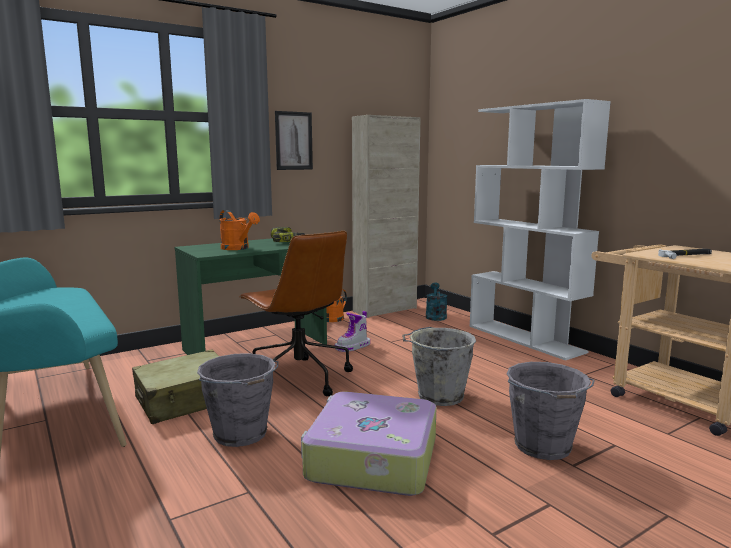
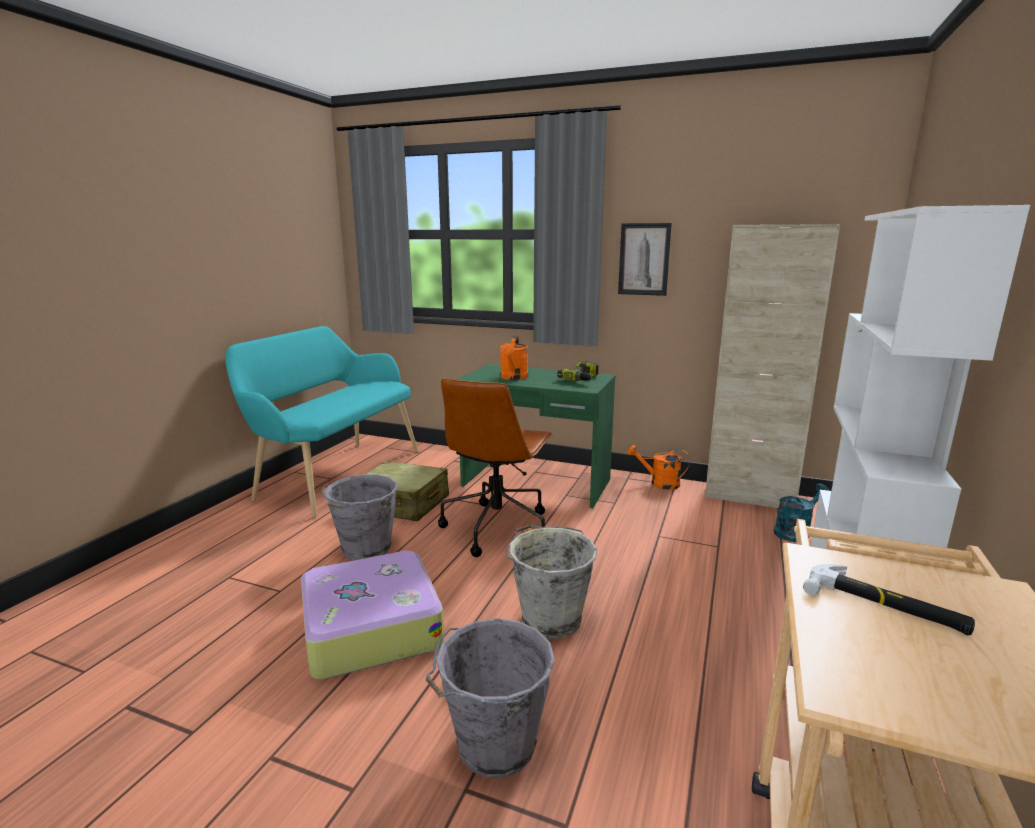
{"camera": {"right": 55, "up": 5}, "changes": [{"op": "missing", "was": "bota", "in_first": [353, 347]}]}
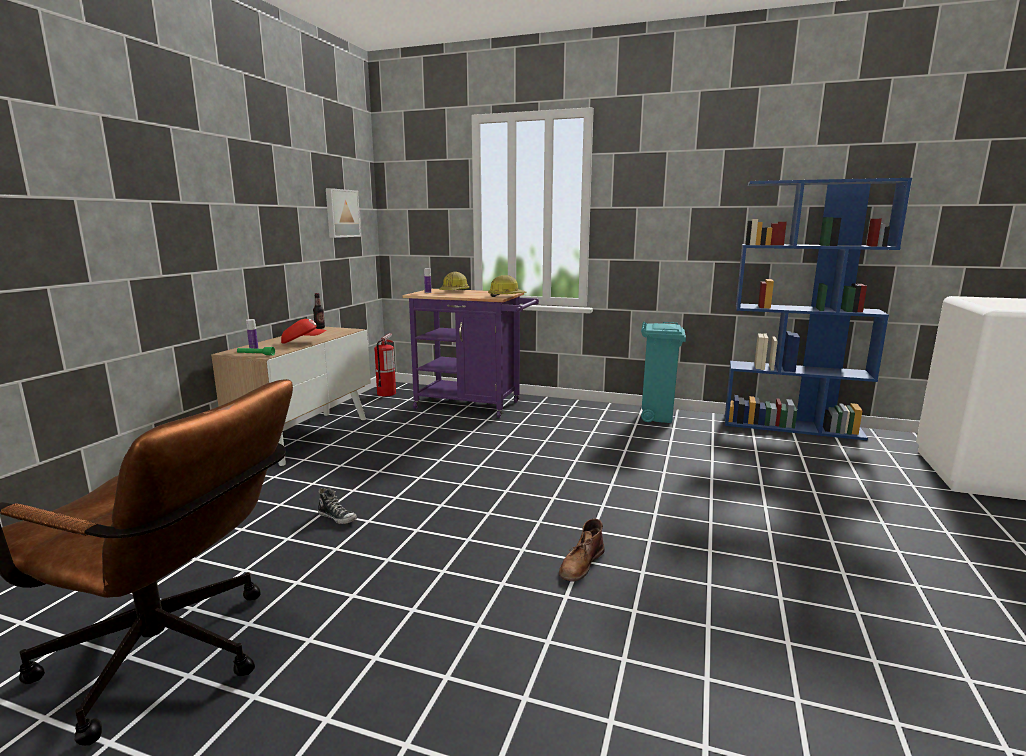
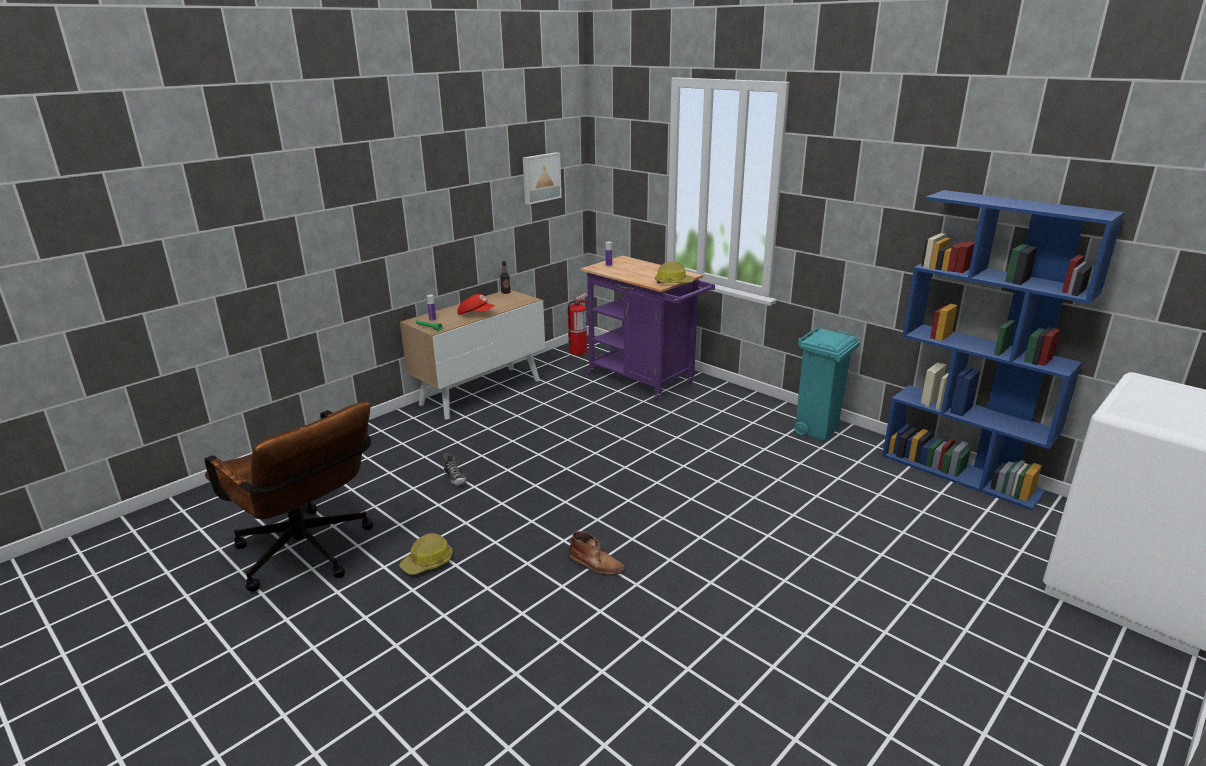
{"camera": {"right": 25, "up": 10}, "changes": [{"op": "relocated", "was": "casco", "in_first": [454, 291], "in_second": [428, 562]}, {"op": "spun", "was": "bota [marrón]", "in_first": [581, 564], "in_second": [596, 564], "clockwise": -120}]}
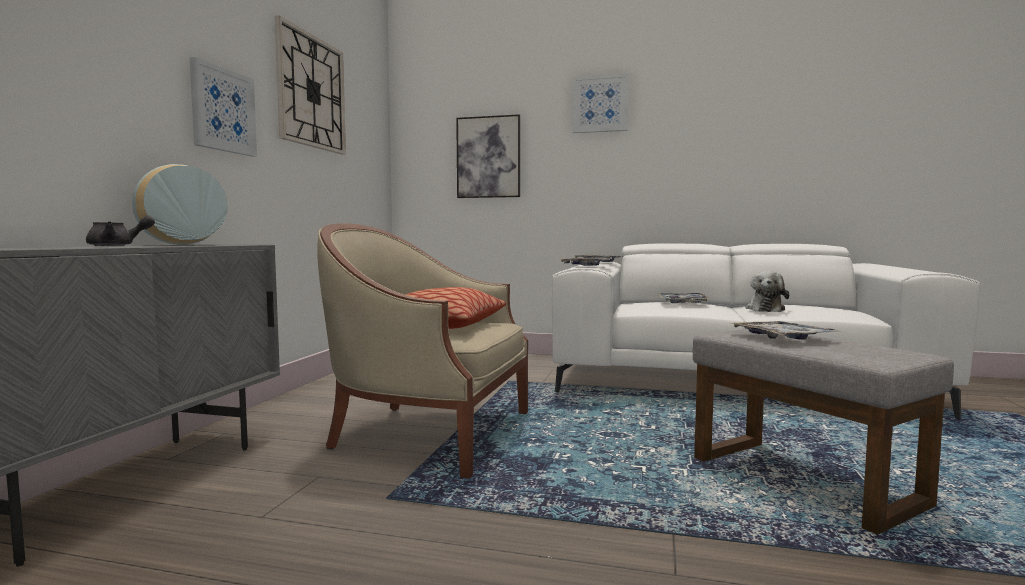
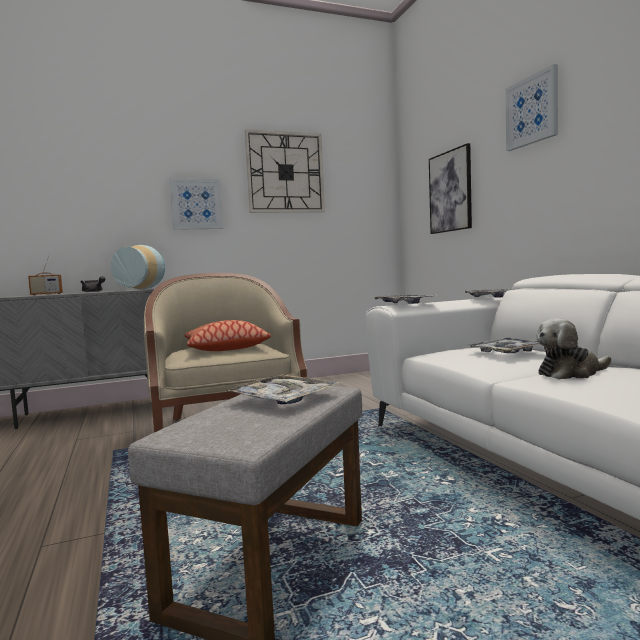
{"camera": {"right": 55, "up": 0}, "changes": [{"op": "appeared", "now": "radio", "in_second": [46, 294]}]}
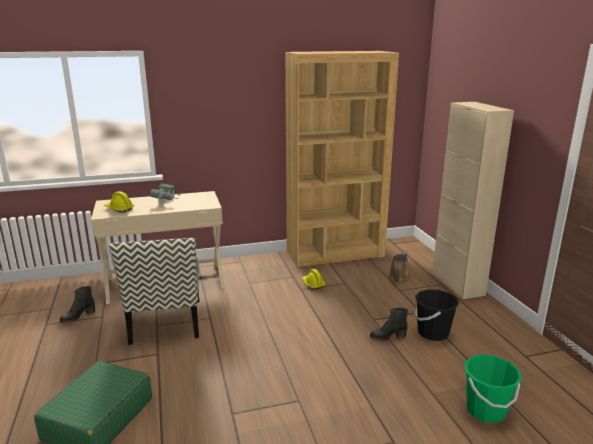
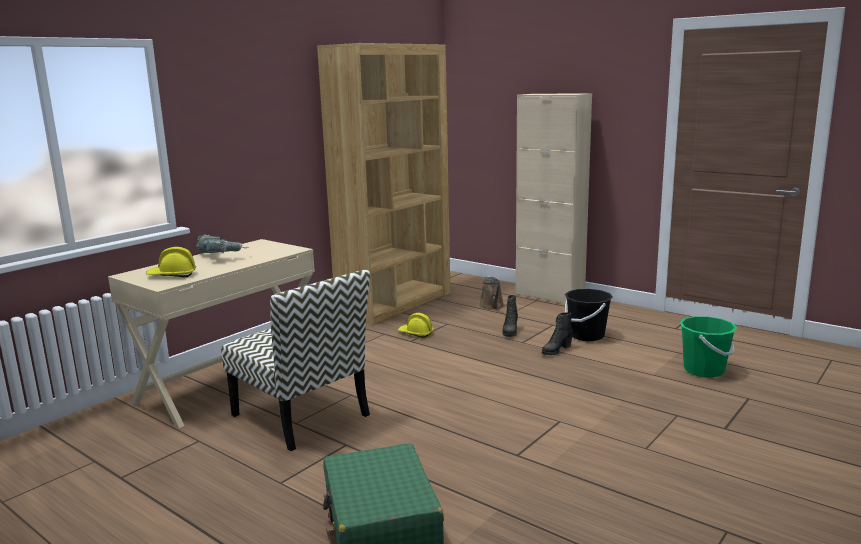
{"camera": {"right": -35, "up": -5}, "changes": [{"op": "relocated", "was": "bota [negro]", "in_first": [78, 317], "in_second": [510, 332]}]}
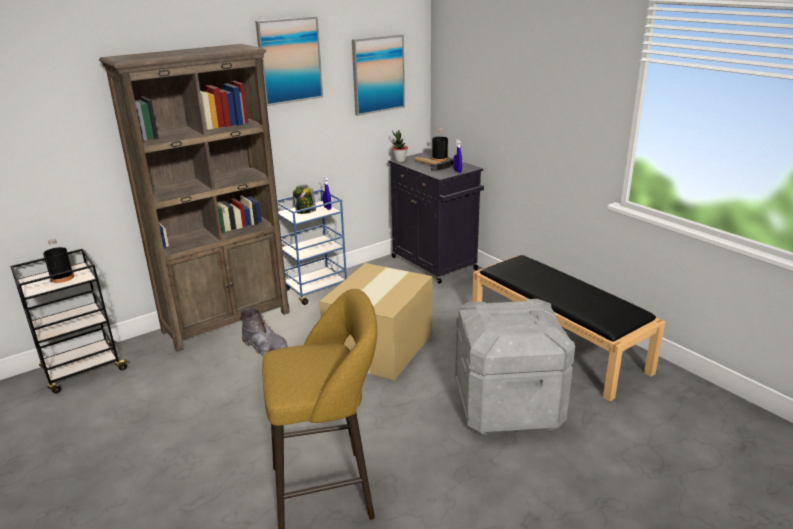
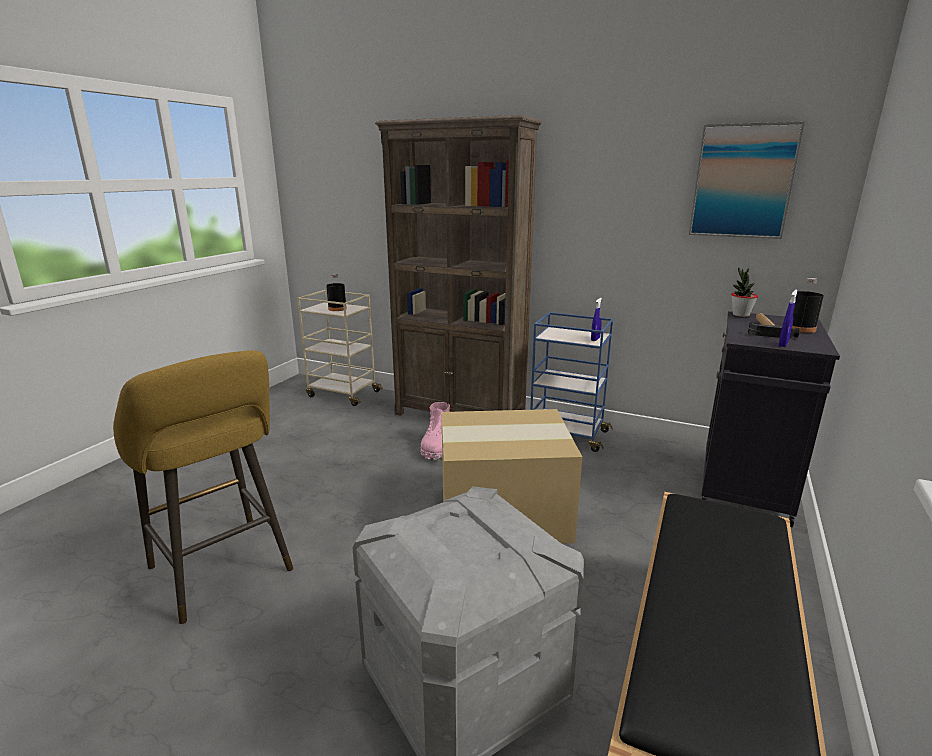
{"camera": {"right": 60, "up": -5}, "changes": [{"op": "colour", "was": "carrito [negro]", "now": "carrito [beis]", "in_first": [83, 370], "in_second": [342, 394]}, {"op": "colour", "was": "bota [gris]", "now": "bota [rosa]", "in_first": [265, 347], "in_second": [437, 448]}, {"op": "missing", "was": "cuadro", "in_first": [289, 60]}, {"op": "missing", "was": "tarro", "in_first": [305, 211]}]}
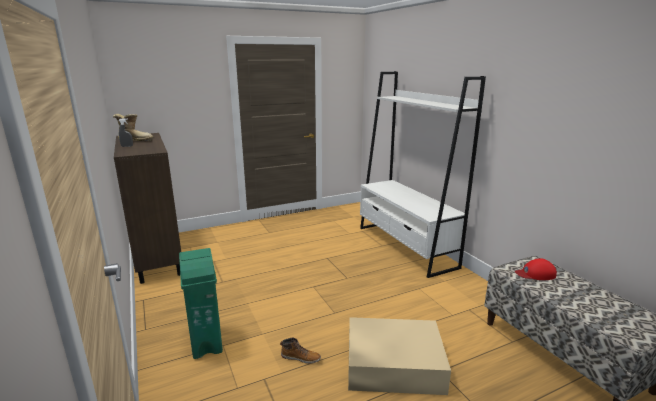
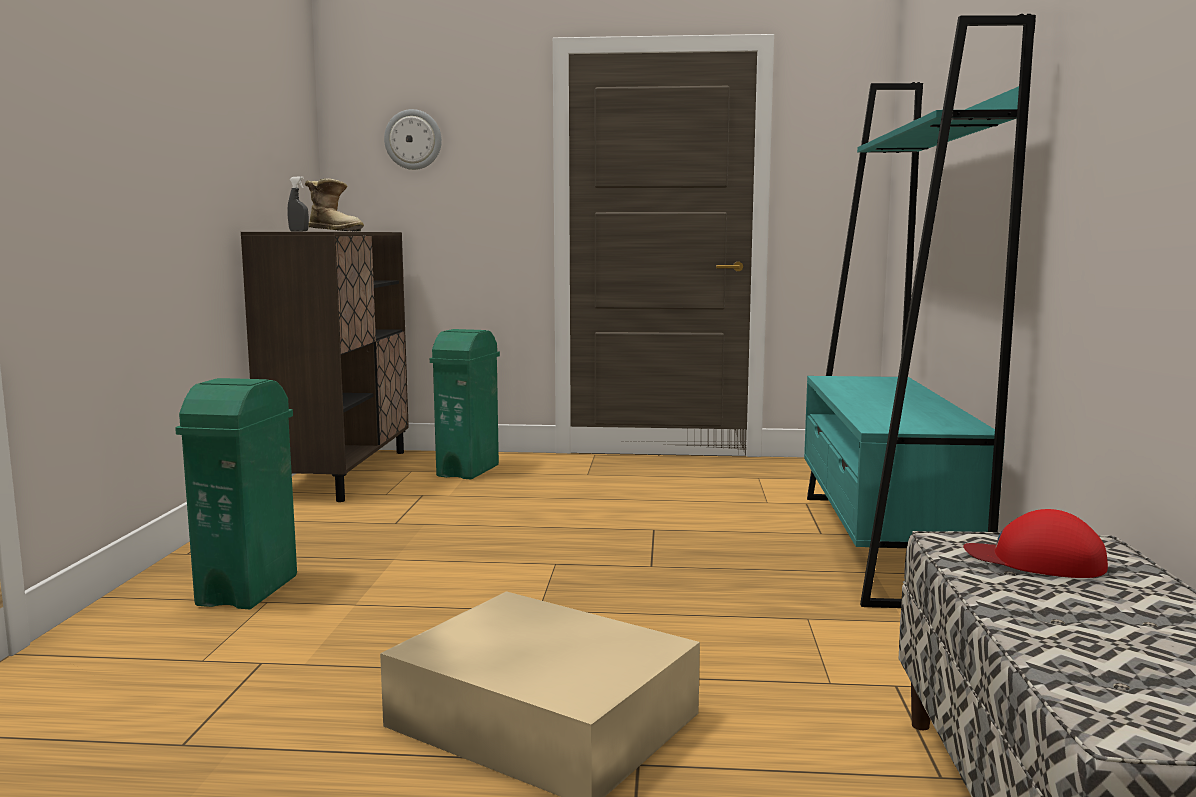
{"camera": {"right": 30, "up": -10}, "changes": [{"op": "appeared", "now": "reloj de pared", "in_second": [413, 139]}, {"op": "appeared", "now": "papelera [verde]", "in_second": [469, 471]}, {"op": "colour", "was": "estantería [blanco]", "now": "estantería [turquesa]", "in_first": [405, 246], "in_second": [883, 545]}, {"op": "missing", "was": "bota", "in_first": [300, 357]}]}
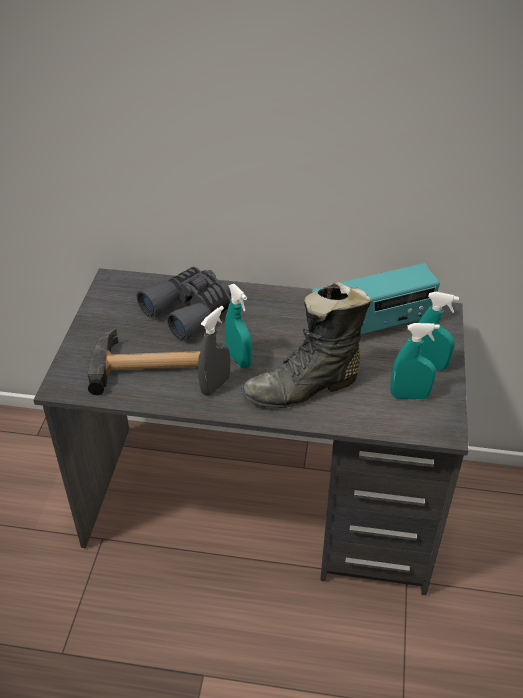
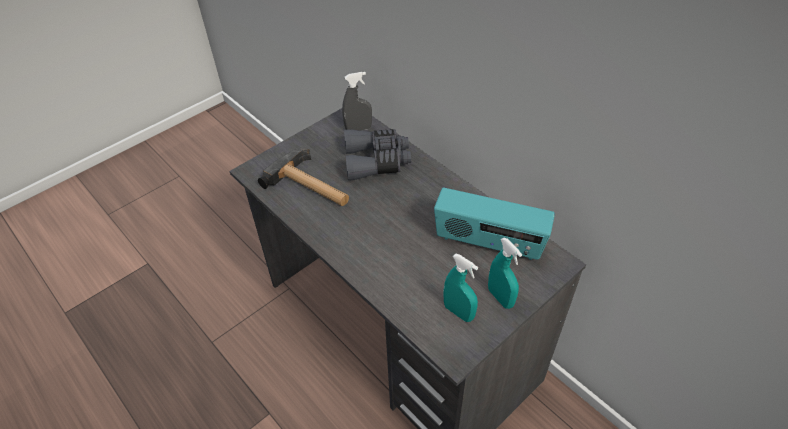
{"camera": {"right": 40, "up": 5}, "changes": [{"op": "relocated", "was": "pulverizador [gris]", "in_first": [215, 386], "in_second": [358, 129]}, {"op": "missing", "was": "pulverizador [turquesa]", "in_first": [239, 359]}, {"op": "missing", "was": "bota [negro]", "in_first": [304, 388]}]}
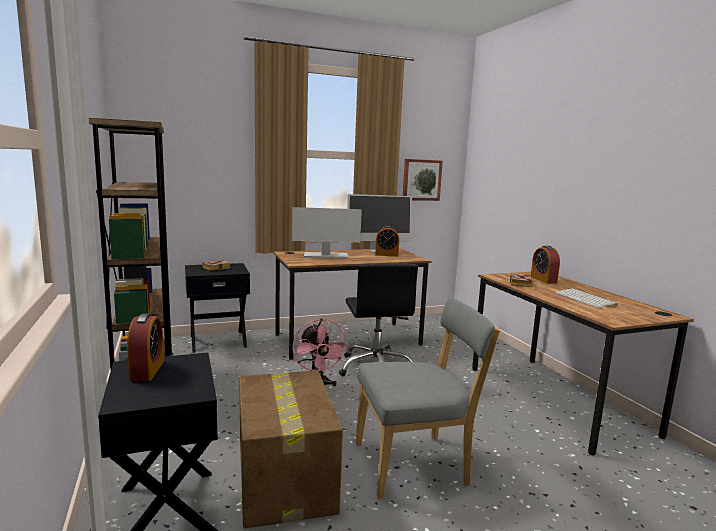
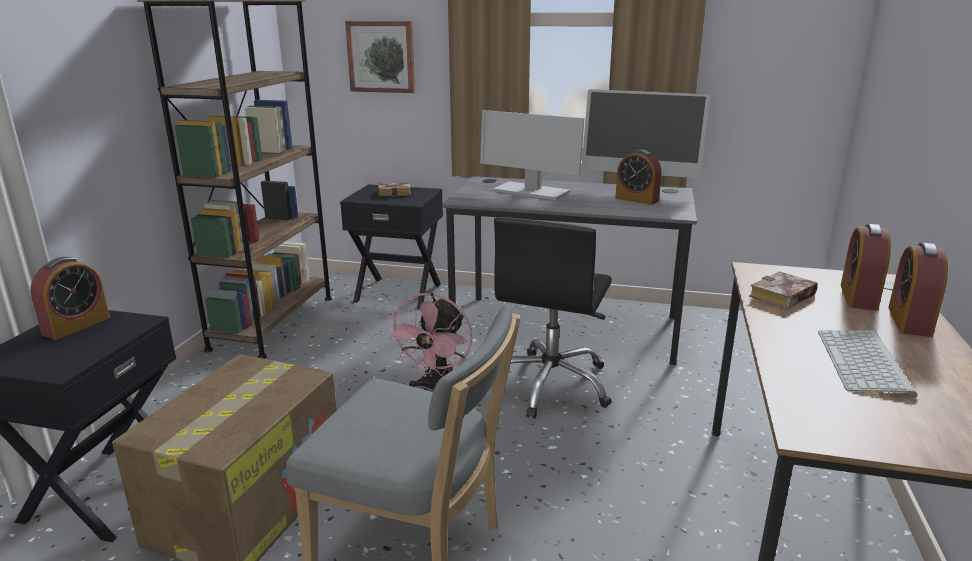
{"camera": {"right": 35, "up": 10}, "changes": [{"op": "relocated", "was": "cuadro", "in_first": [421, 180], "in_second": [381, 56]}, {"op": "colour", "was": "escritorio [marrón]", "now": "escritorio [gris]", "in_first": [348, 340], "in_second": [566, 328]}, {"op": "appeared", "now": "despertador", "in_second": [909, 321]}]}
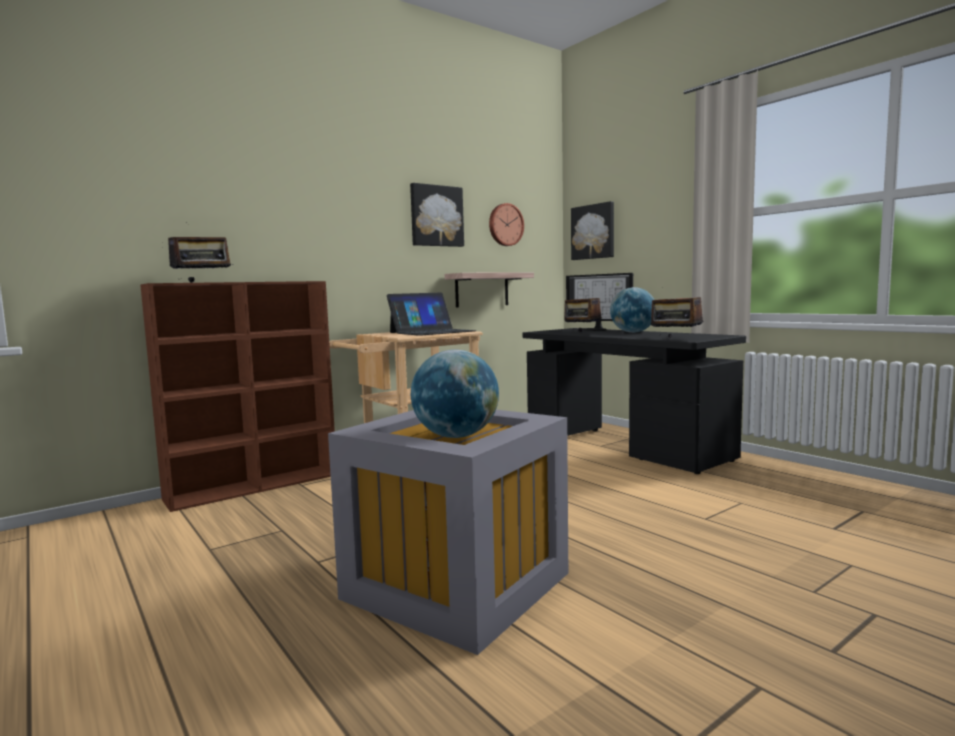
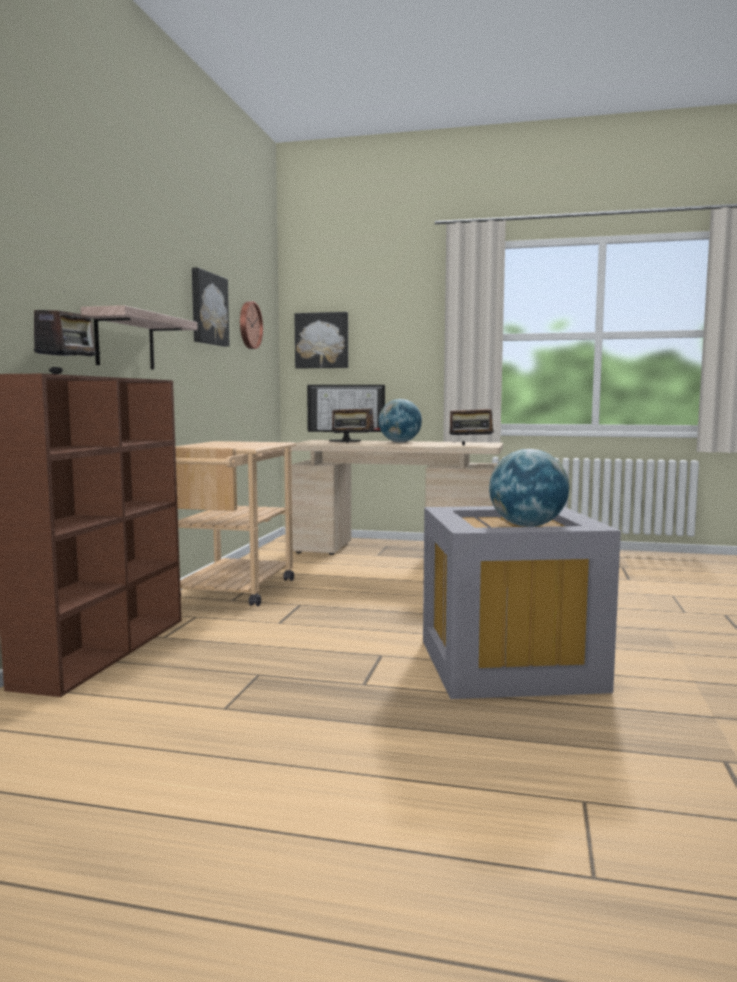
{"camera": {"right": -40, "up": 0}, "changes": [{"op": "relocated", "was": "estante", "in_first": [482, 290], "in_second": [125, 341]}, {"op": "colour", "was": "escritorio [negro]", "now": "escritorio [beis]", "in_first": [623, 446], "in_second": [396, 552]}, {"op": "missing", "was": "portátil", "in_first": [432, 332]}]}
